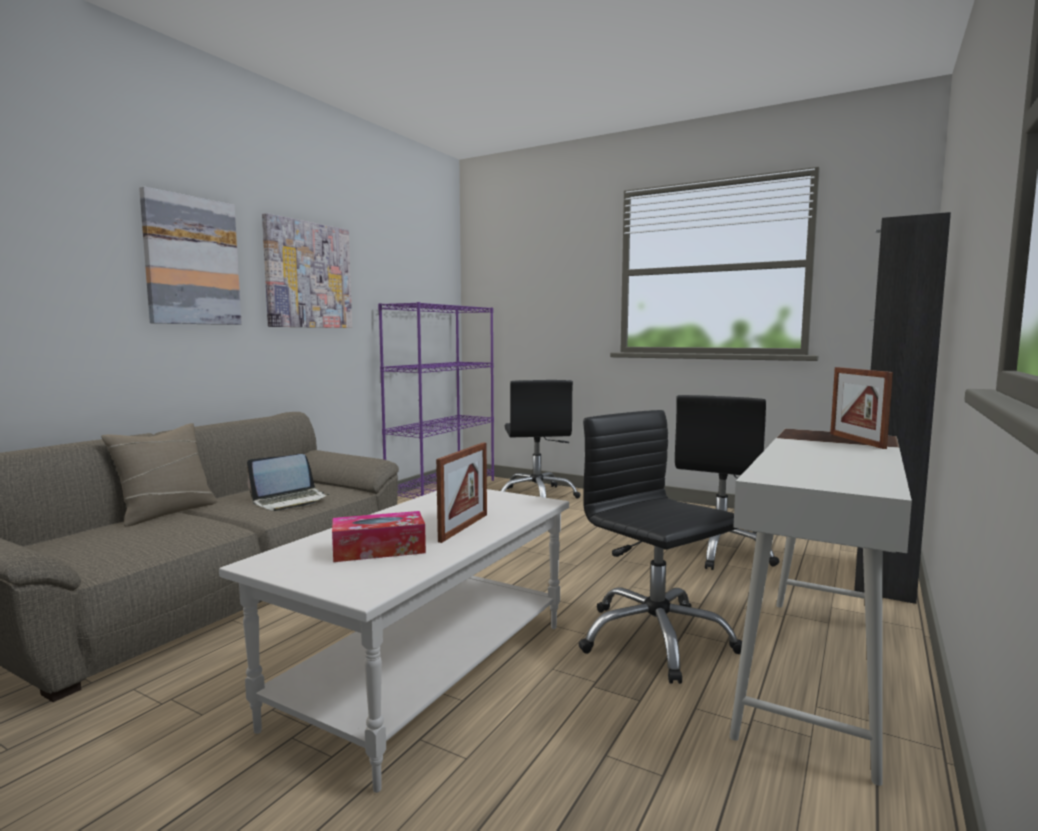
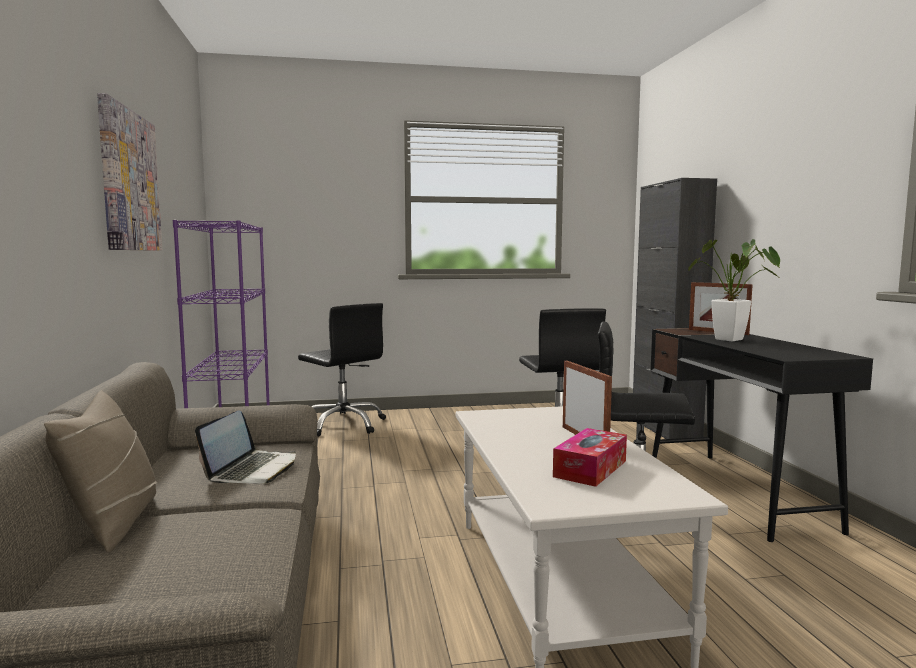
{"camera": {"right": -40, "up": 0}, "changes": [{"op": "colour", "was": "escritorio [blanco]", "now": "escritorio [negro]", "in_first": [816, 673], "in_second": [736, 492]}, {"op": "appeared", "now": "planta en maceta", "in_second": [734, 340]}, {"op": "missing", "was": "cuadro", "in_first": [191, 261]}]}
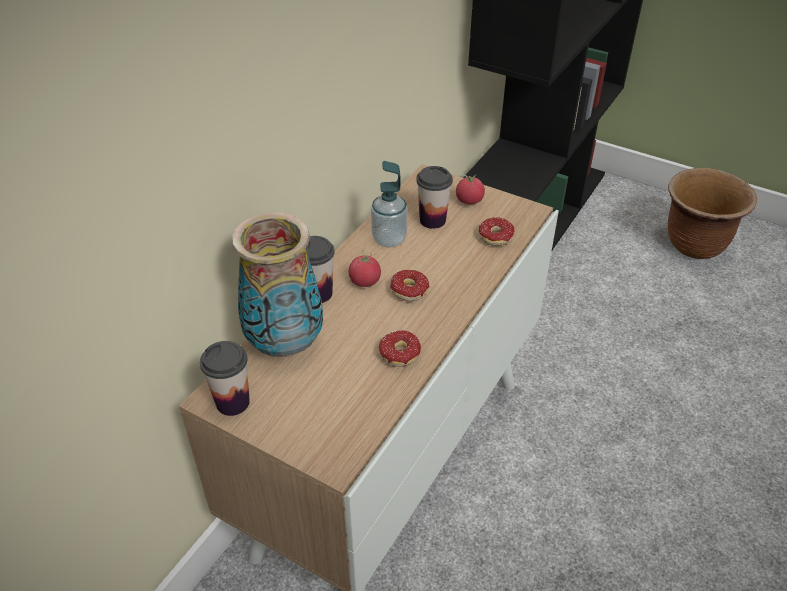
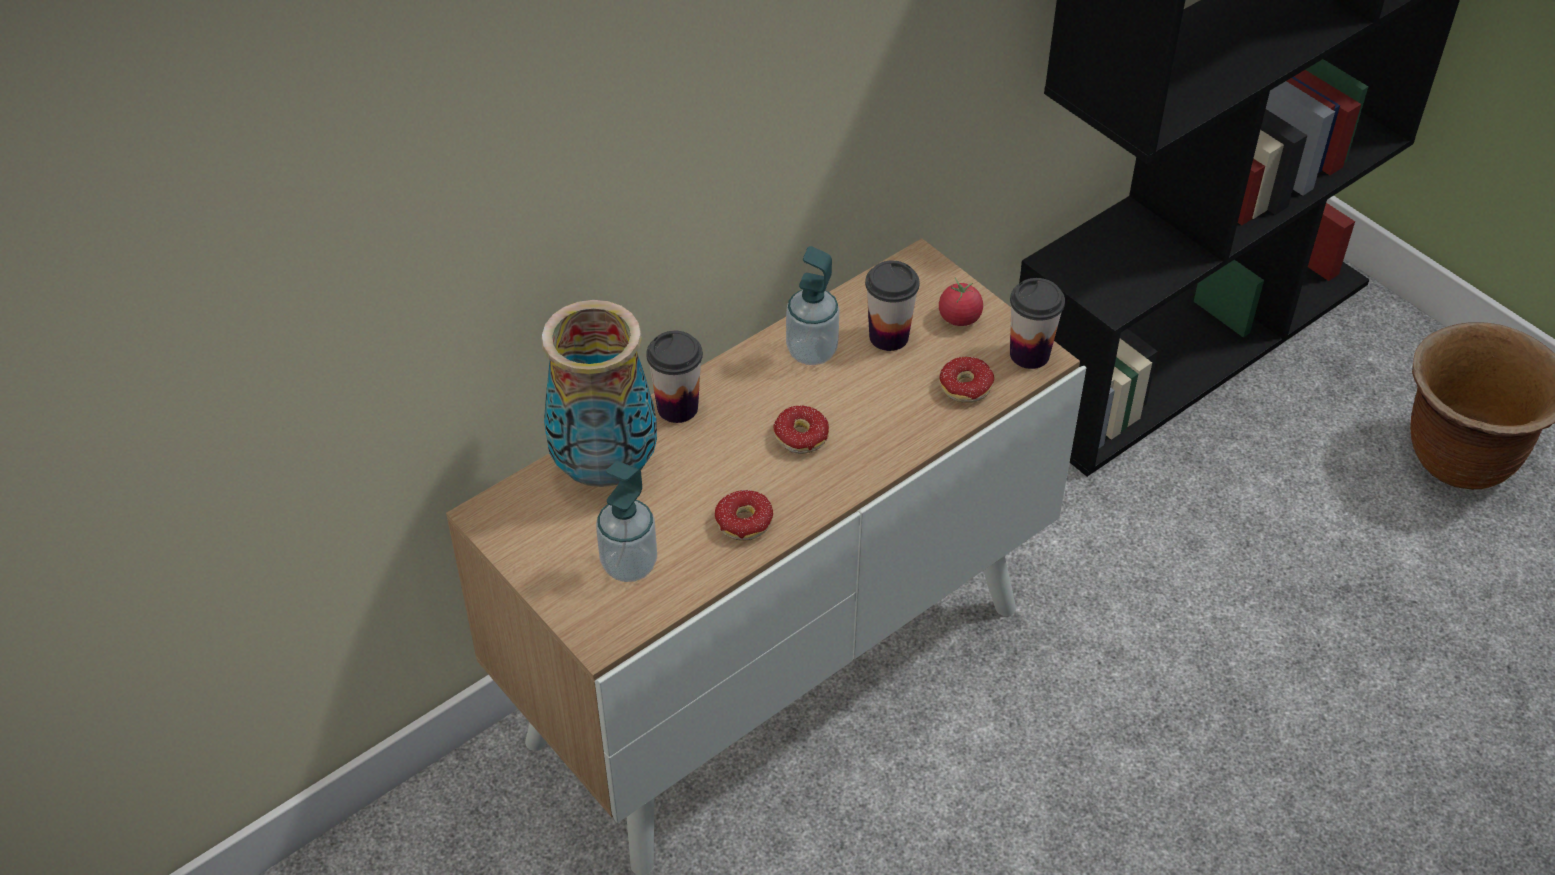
{"camera": {"right": 20, "up": 5}, "changes": [{"op": "appeared", "now": "dispensador de jabón", "in_second": [629, 564]}, {"op": "relocated", "was": "taza", "in_first": [232, 402], "in_second": [1029, 354]}, {"op": "missing", "was": "tomate", "in_first": [365, 281]}]}
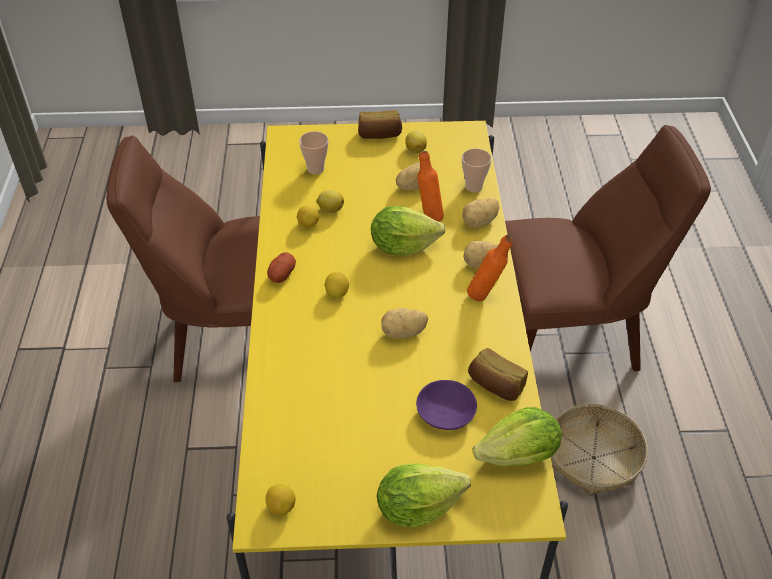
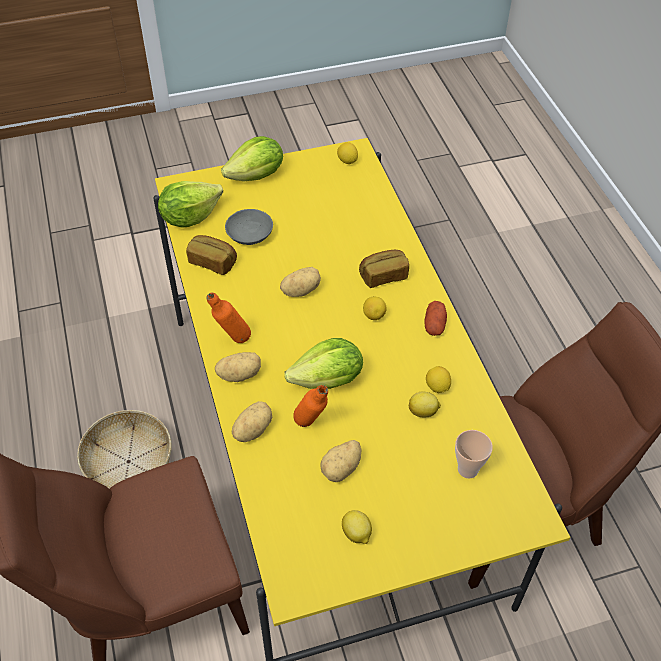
{"camera": {"right": 165, "up": 5}, "changes": [{"op": "colour", "was": "cuenco [morado]", "now": "cuenco [gris]", "in_first": [444, 414], "in_second": [250, 234]}, {"op": "relocated", "was": "pan", "in_first": [379, 135], "in_second": [383, 275]}, {"op": "missing", "was": "taza", "in_first": [473, 187]}]}
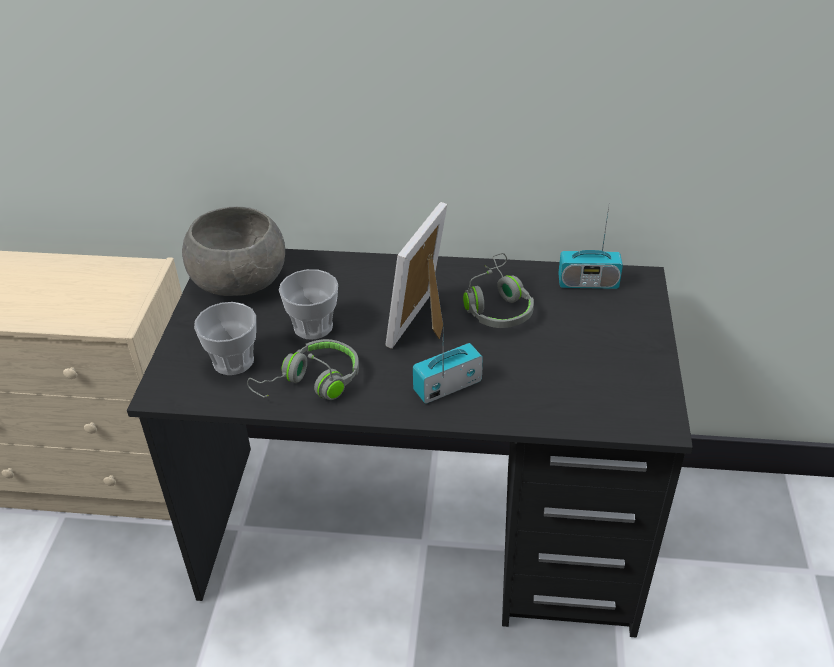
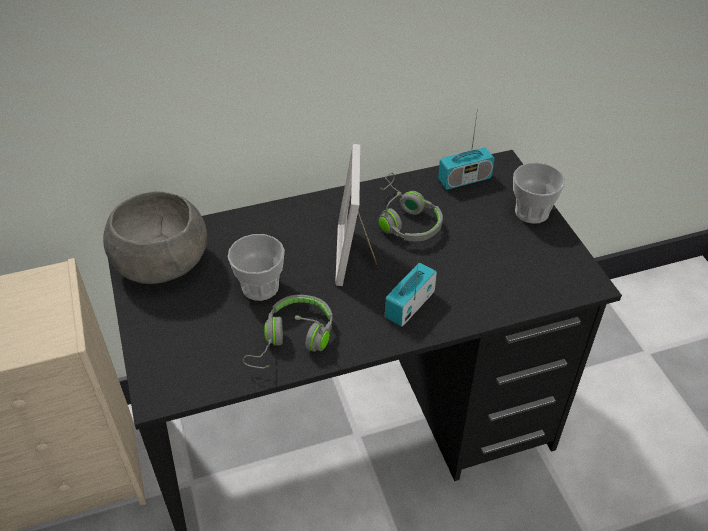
{"camera": {"right": -25, "up": 5}, "changes": [{"op": "relocated", "was": "taza", "in_first": [233, 361], "in_second": [531, 212]}]}
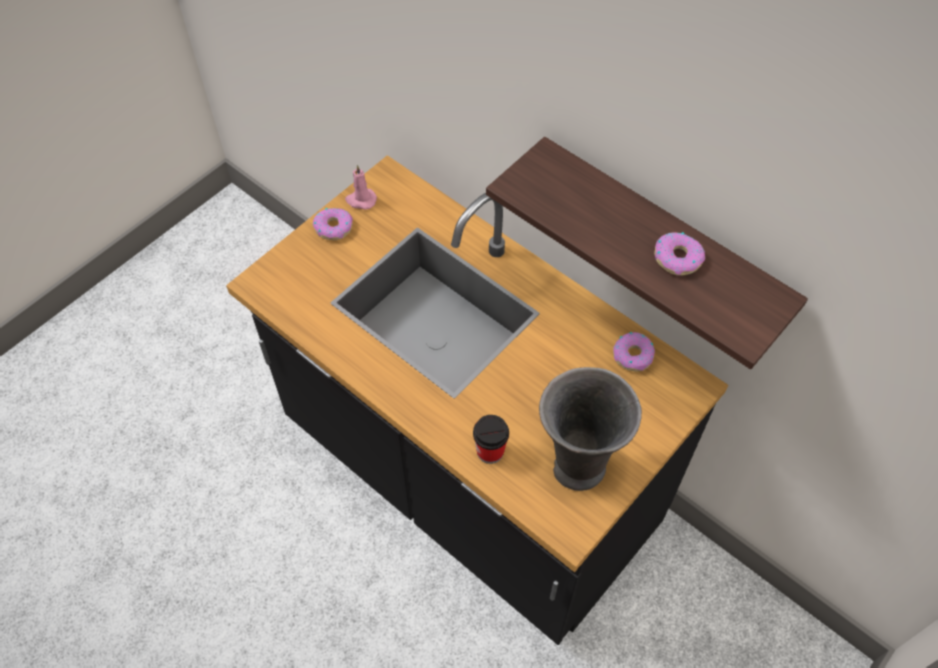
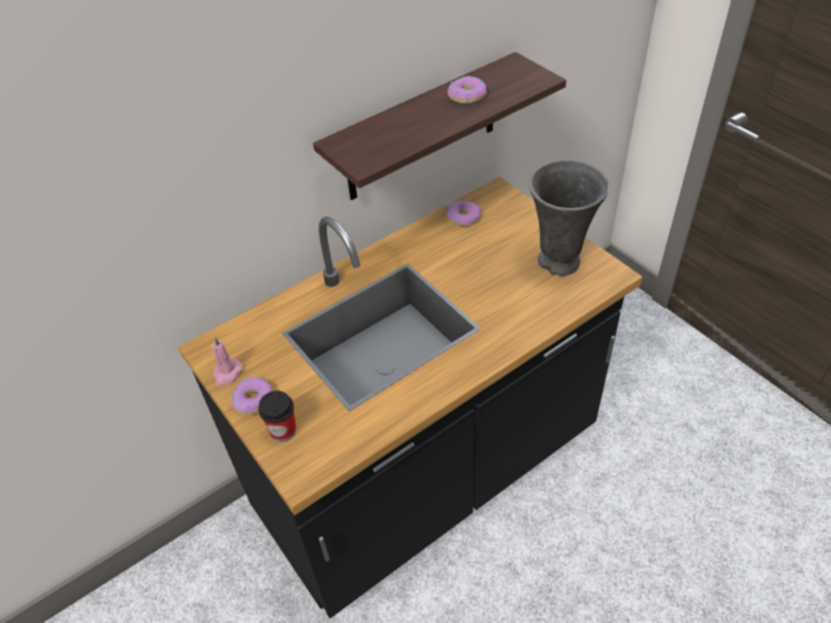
{"camera": {"right": -75, "up": -10}, "changes": [{"op": "relocated", "was": "taza", "in_first": [490, 451], "in_second": [283, 431]}]}
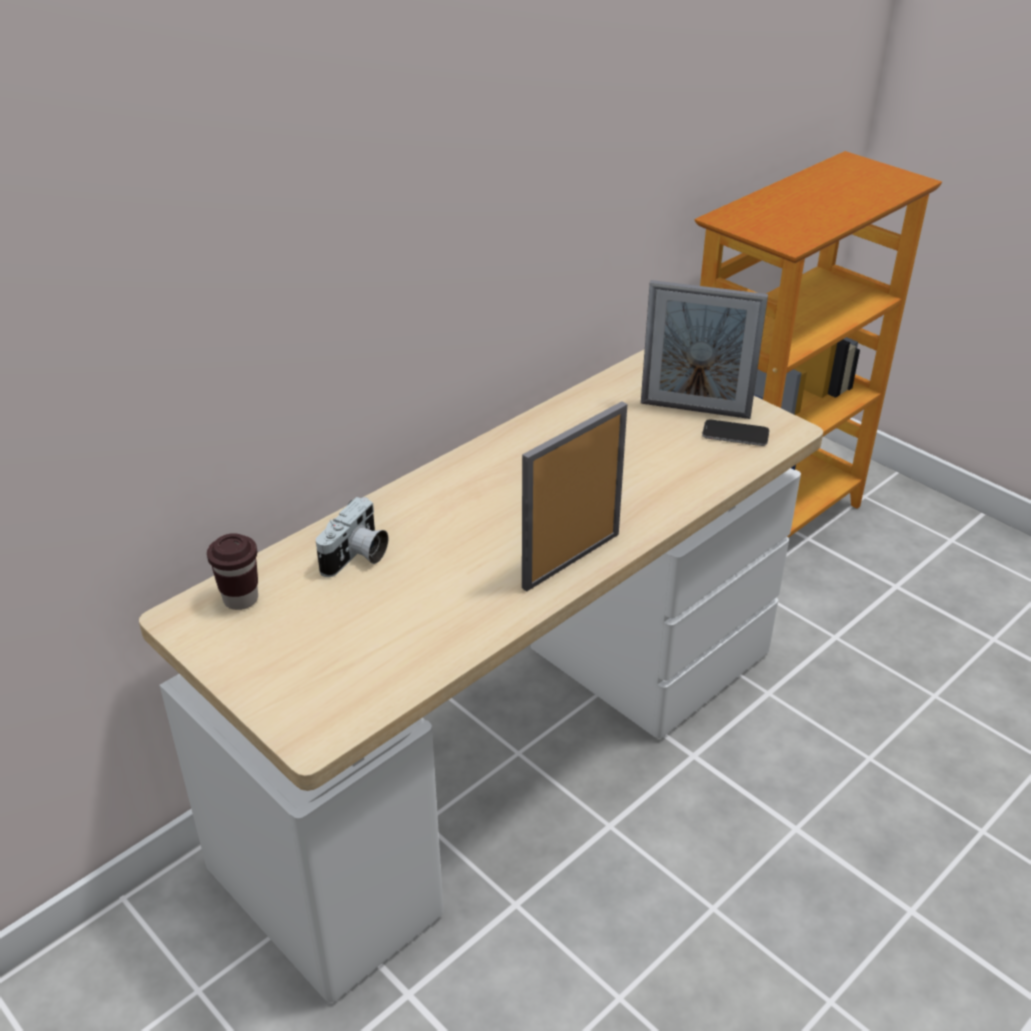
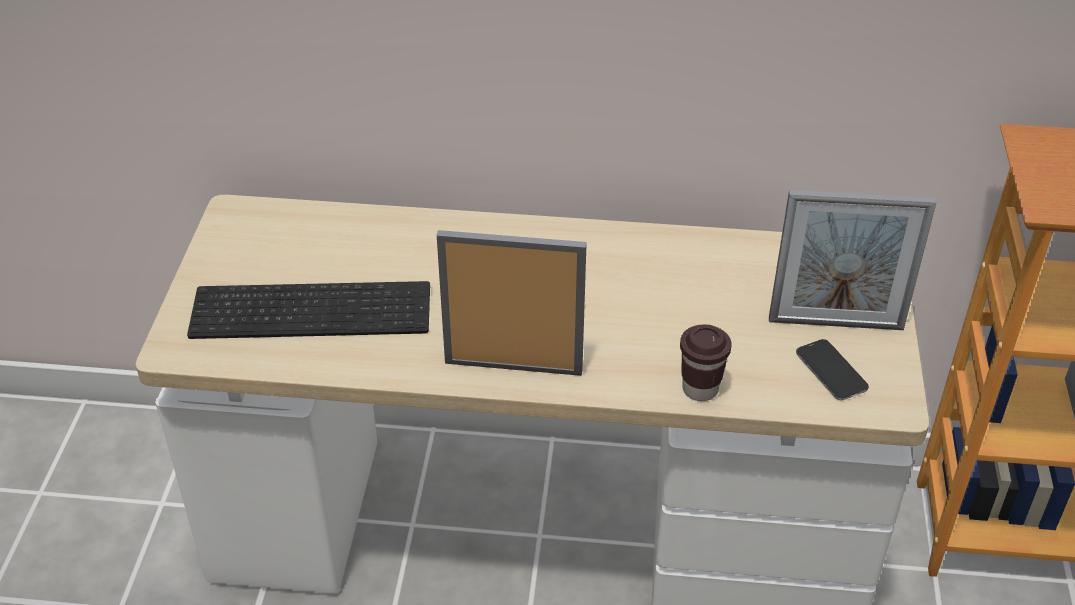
{"camera": {"right": 50, "up": 5}, "changes": [{"op": "appeared", "now": "teclado", "in_second": [314, 308]}, {"op": "relocated", "was": "taza [marrón]", "in_first": [240, 599], "in_second": [700, 389]}, {"op": "spun", "was": "portarretratos", "in_first": [695, 409], "in_second": [835, 324], "clockwise": -60}, {"op": "missing", "was": "cámara", "in_first": [356, 557]}]}
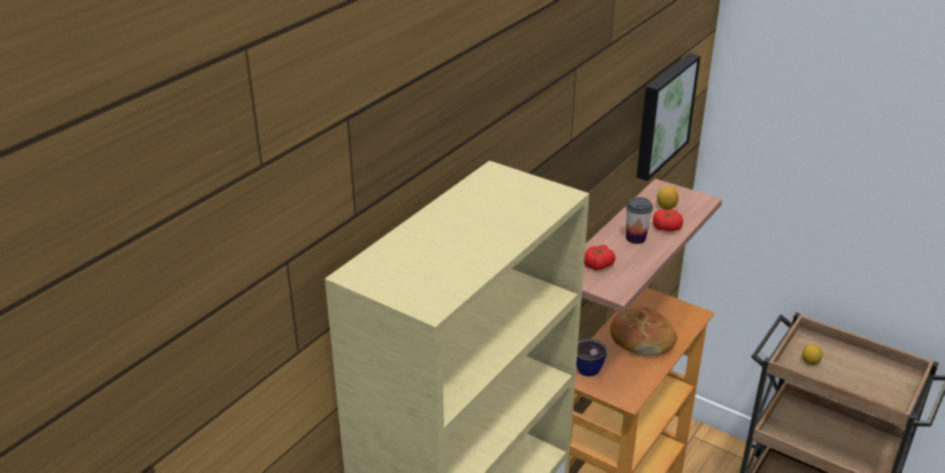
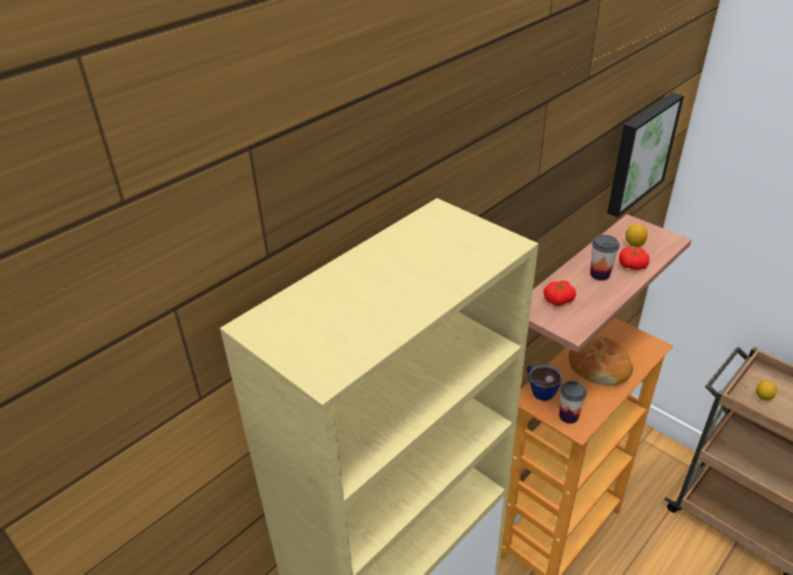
{"camera": {"right": 10, "up": 5}, "changes": [{"op": "appeared", "now": "taza", "in_second": [568, 416]}]}
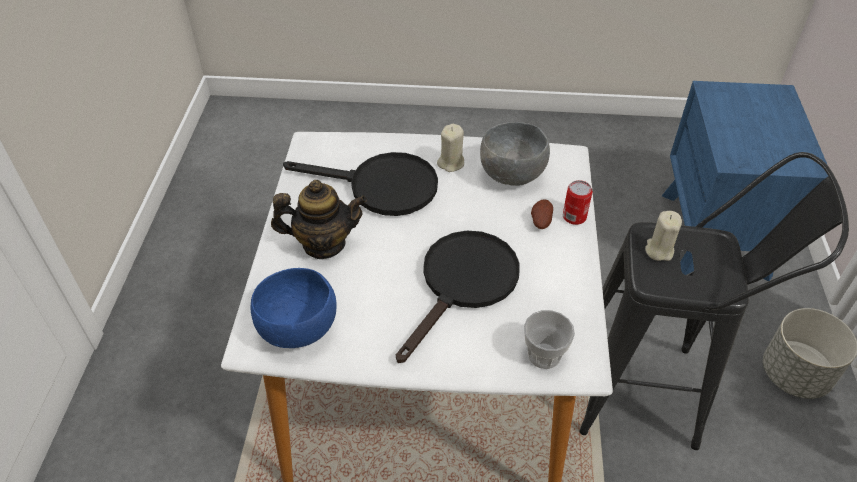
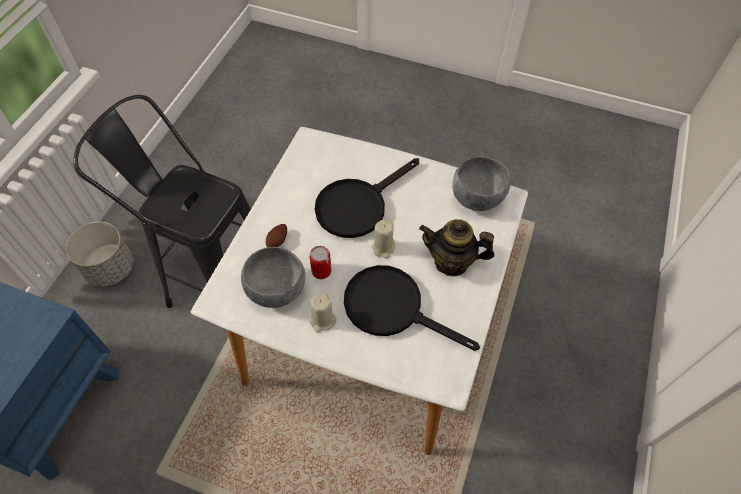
{"camera": {"right": -165, "up": 10}, "changes": [{"op": "relocated", "was": "lata", "in_first": [574, 217], "in_second": [321, 271]}, {"op": "relocated", "was": "vela [beis]", "in_first": [659, 250], "in_second": [383, 248]}, {"op": "colour", "was": "cuenco [azul]", "now": "cuenco [gris]", "in_first": [300, 331], "in_second": [476, 199]}, {"op": "missing", "was": "taza", "in_first": [544, 355]}]}
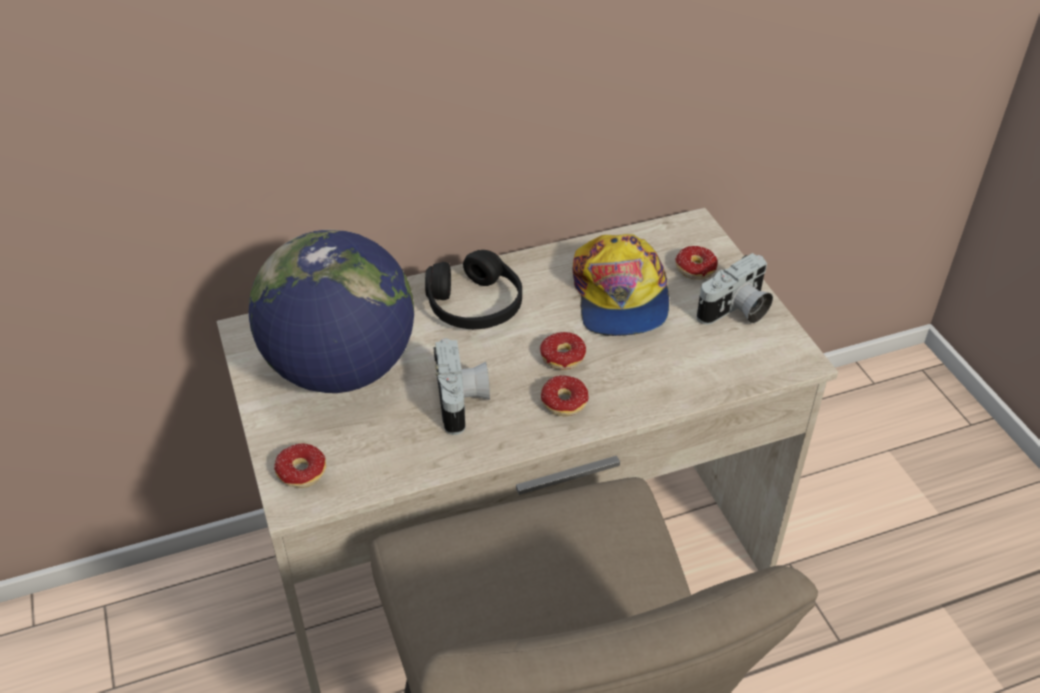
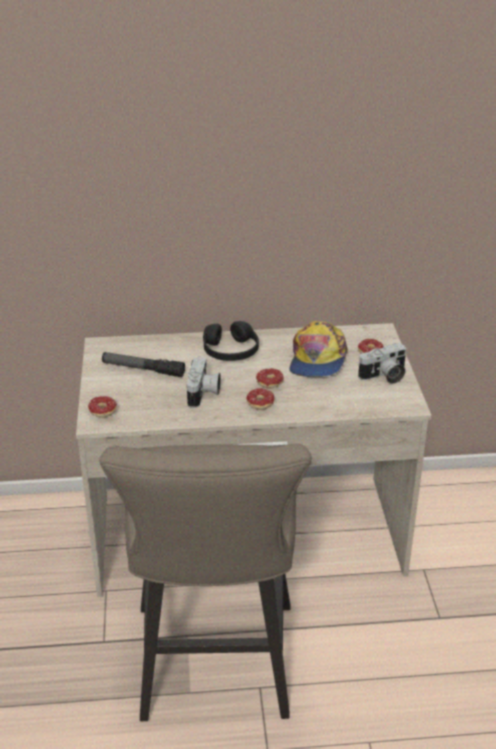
{"camera": {"right": 15, "up": -10}, "changes": [{"op": "exchanged", "was": "globo terráqueo", "now": "linterna", "in_first": [341, 369], "in_second": [143, 369]}]}
